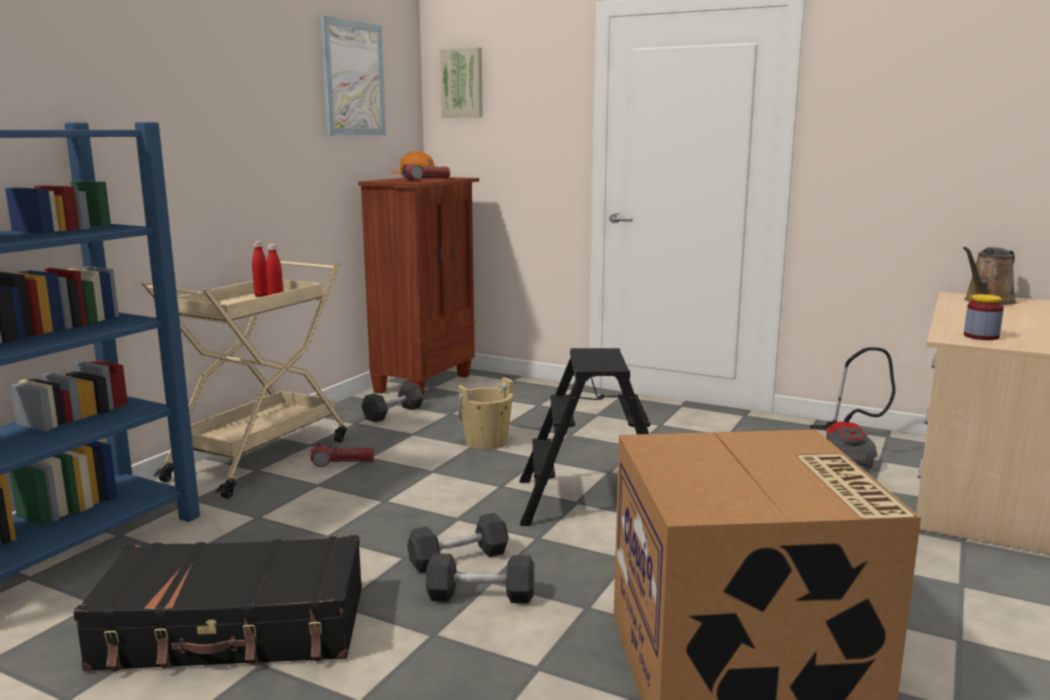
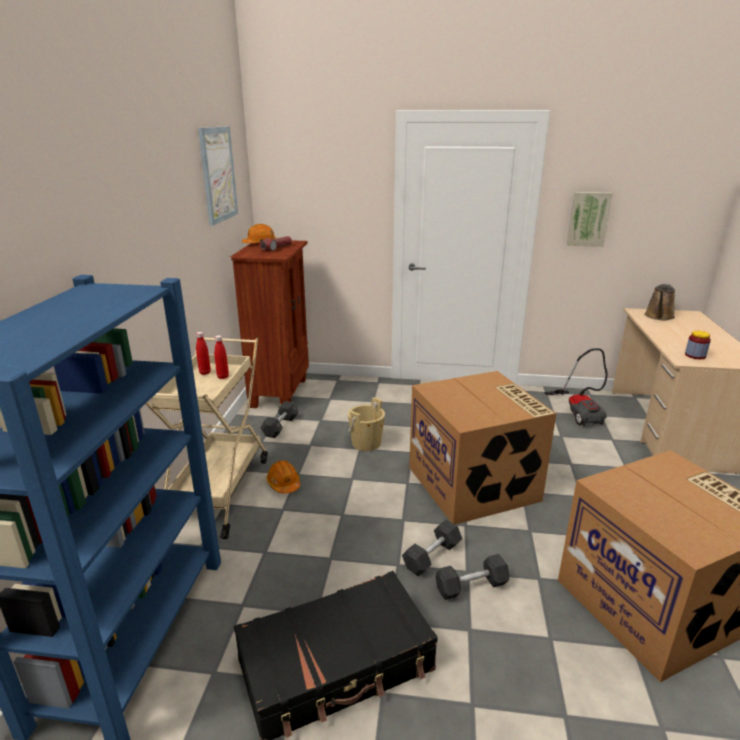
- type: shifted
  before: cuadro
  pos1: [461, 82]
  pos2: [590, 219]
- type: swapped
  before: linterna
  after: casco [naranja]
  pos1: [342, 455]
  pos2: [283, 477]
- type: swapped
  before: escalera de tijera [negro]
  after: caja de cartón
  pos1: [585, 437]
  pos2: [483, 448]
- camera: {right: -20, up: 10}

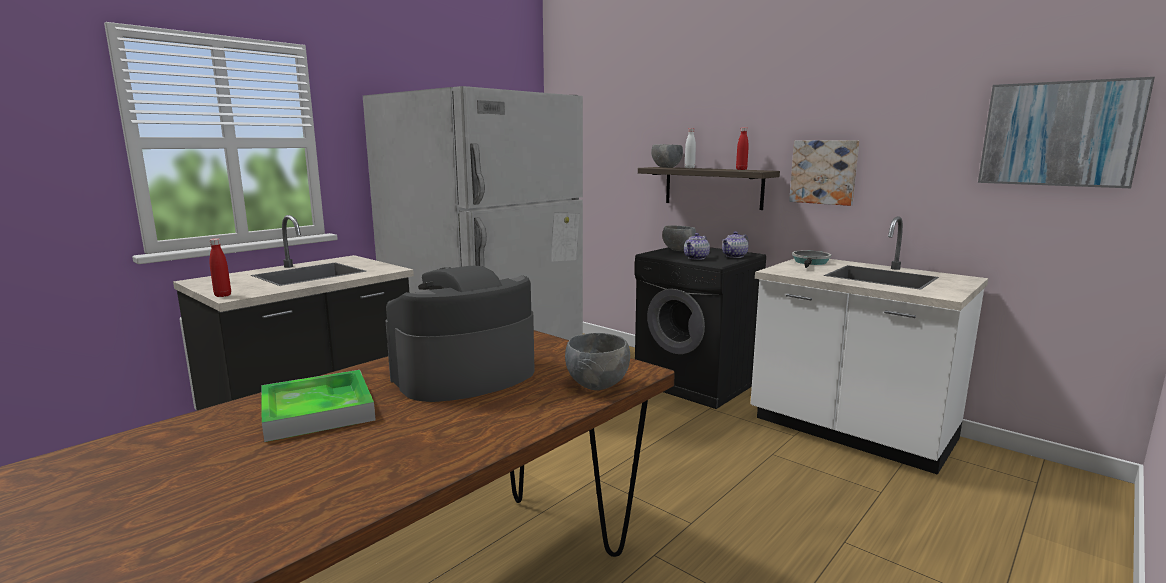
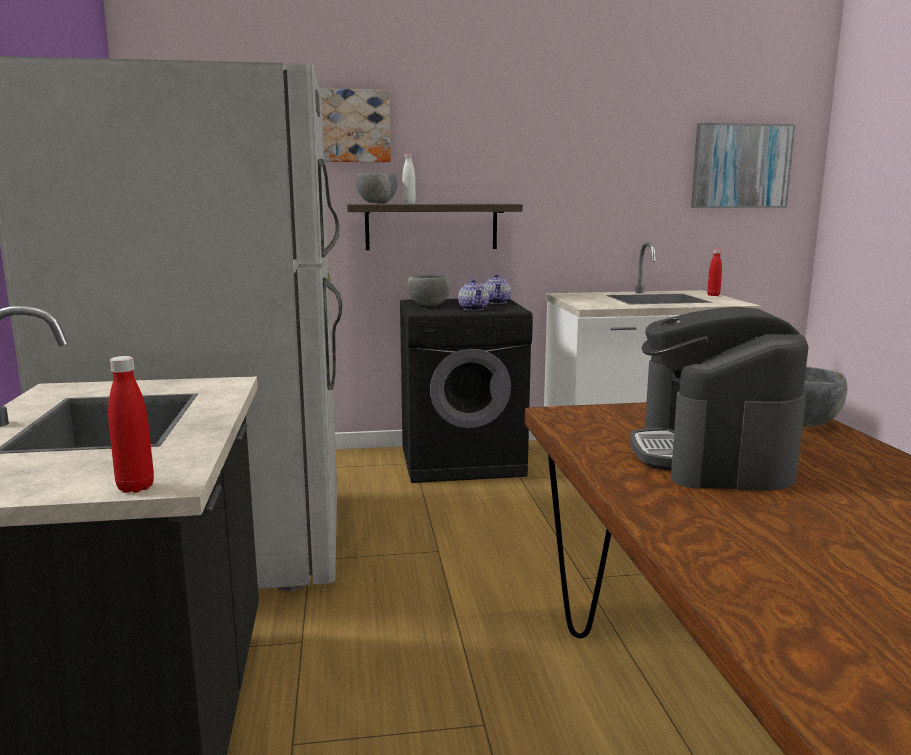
- type: gone
  before: bandeja
  pos1: [318, 406]
- type: gone
  before: sartén
  pos1: [811, 259]
- type: shifted
  before: botella [rojo]
  pos1: [742, 148]
  pos2: [714, 272]
- type: shifted
  before: cuadro
  pos1: [824, 173]
  pos2: [355, 125]
- camera: {right: -50, up: 0}

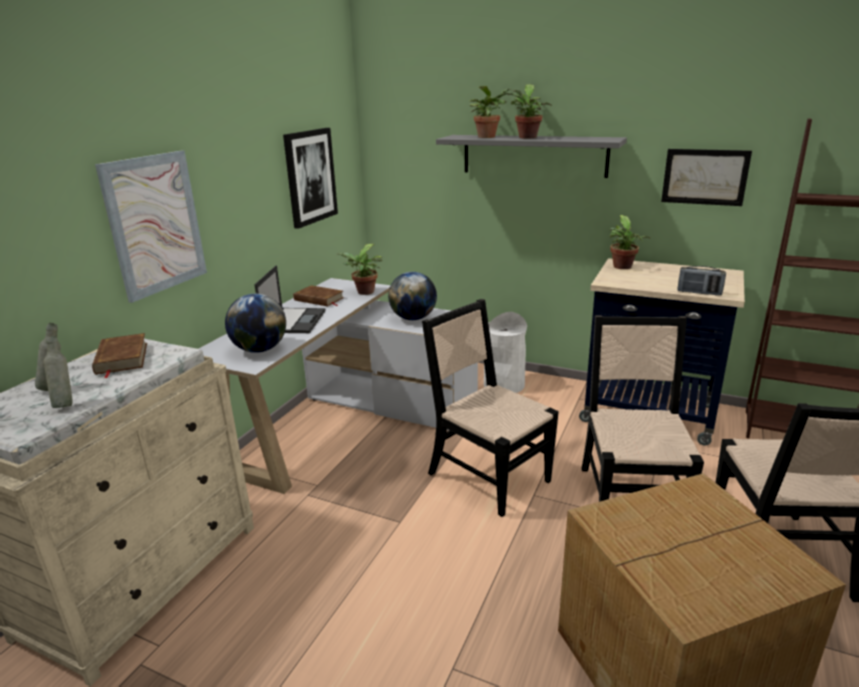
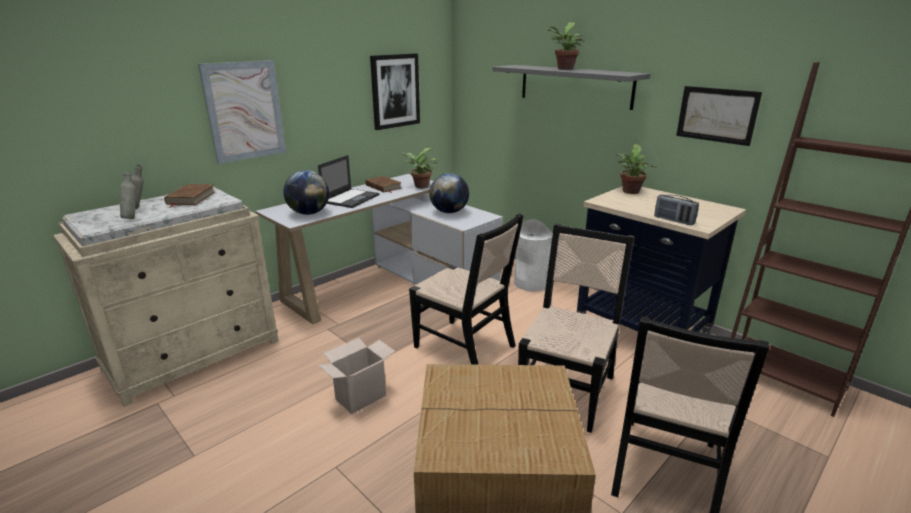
- type: gone
  before: planta en maceta
  pos1: [490, 112]
- type: new
  after: caja de cartón
  pos2: [357, 376]
- type: rotated
  before: silla
  pos1: [490, 408]
  pos2: [466, 289]
  turn: 150
- camera: {right: 20, up: 0}

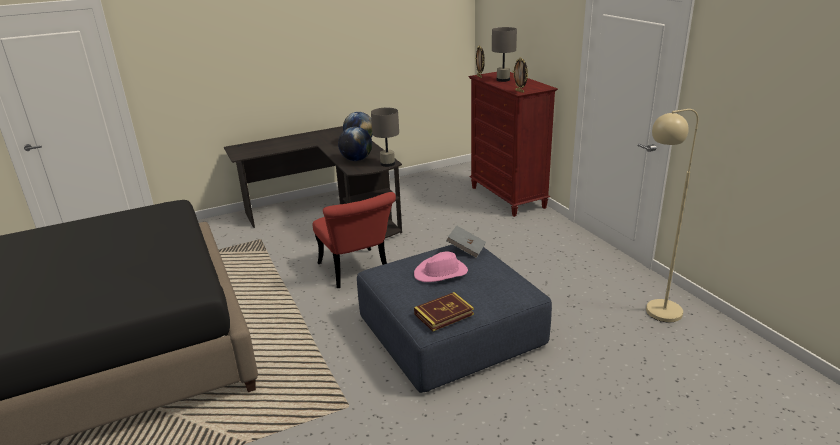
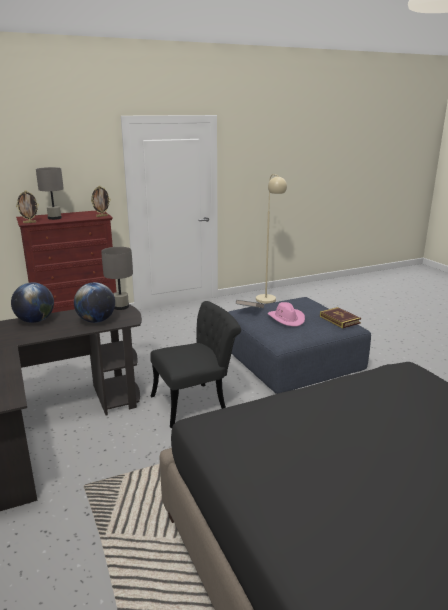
- type: repainted
  before: silla [rojo]
  after: silla [negro]
  pos1: [354, 240]
  pos2: [195, 364]
- camera: {right: -90, up: -5}

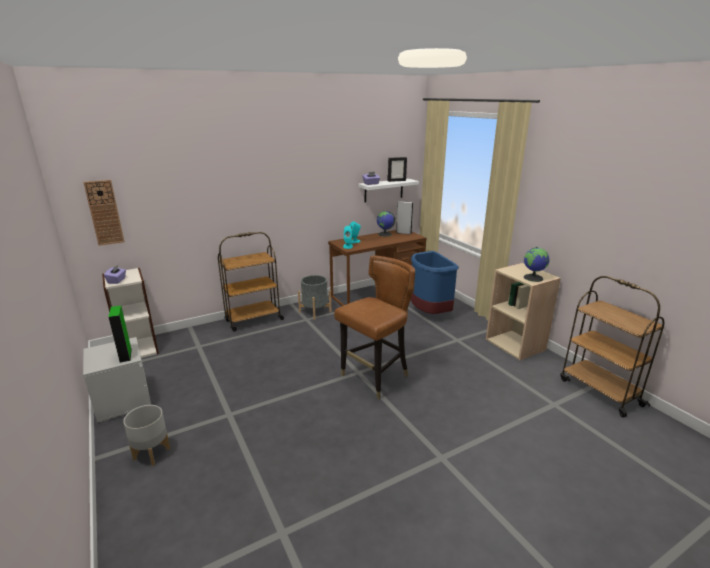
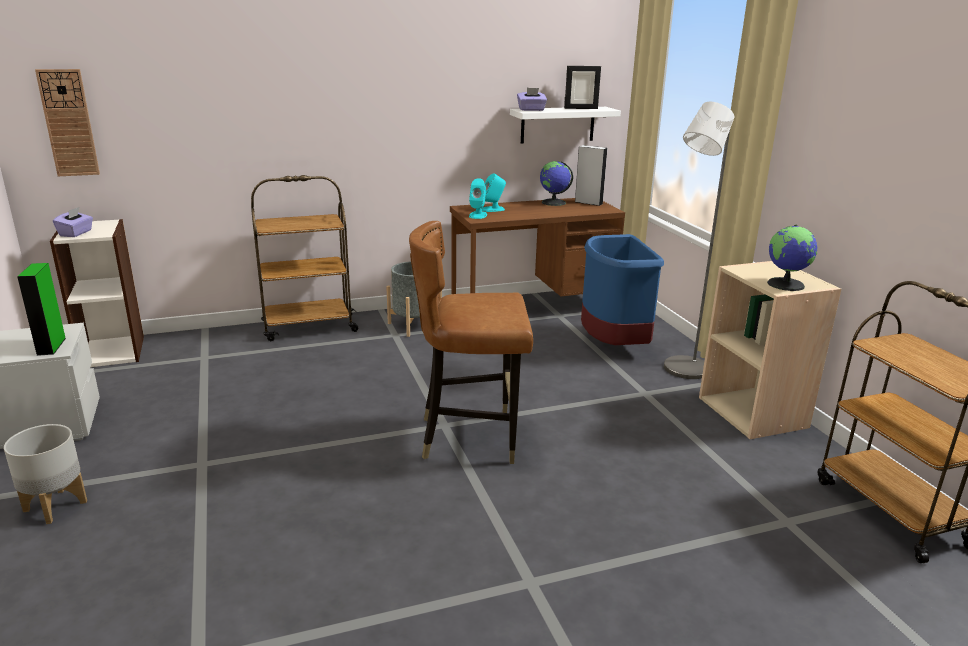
- type: new
  after: lámpara de pie [gris]
  pos2: [699, 240]
- type: rotated
  before: silla [marrón]
  pos1: [374, 327]
  pos2: [471, 342]
  turn: -150
- camera: {right: 10, up: 0}

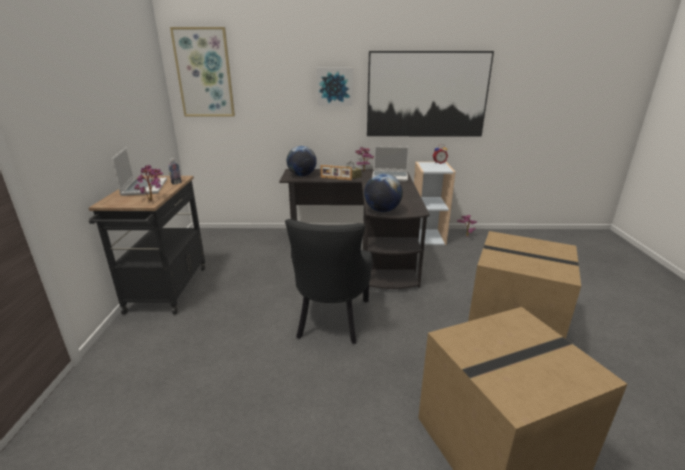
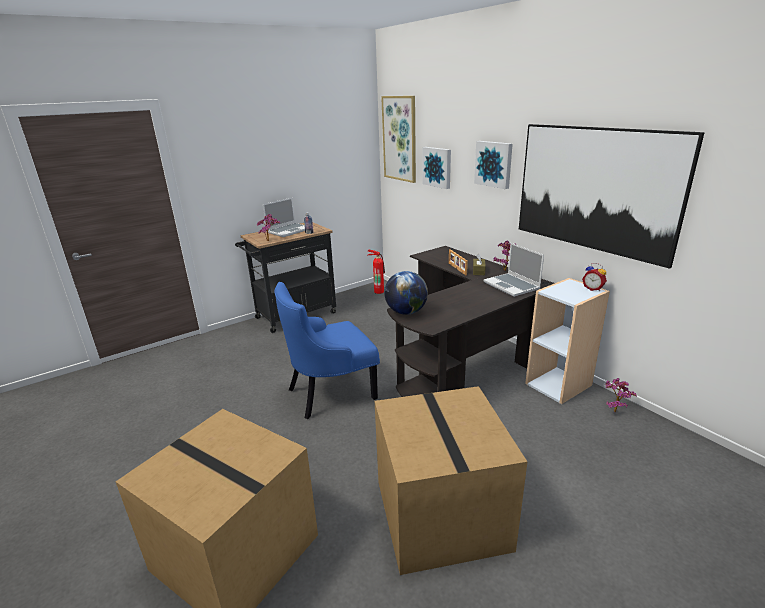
- type: gone
  before: globo terráqueo
  pos1: [301, 161]
- type: new
  after: extintor
  pos2: [376, 272]
- type: new
  after: cuadro
  pos2: [436, 168]
- type: repainted
  before: silla [negro]
  after: silla [azul]
  pos1: [329, 281]
  pos2: [327, 350]
- camera: {right: 55, up: 0}

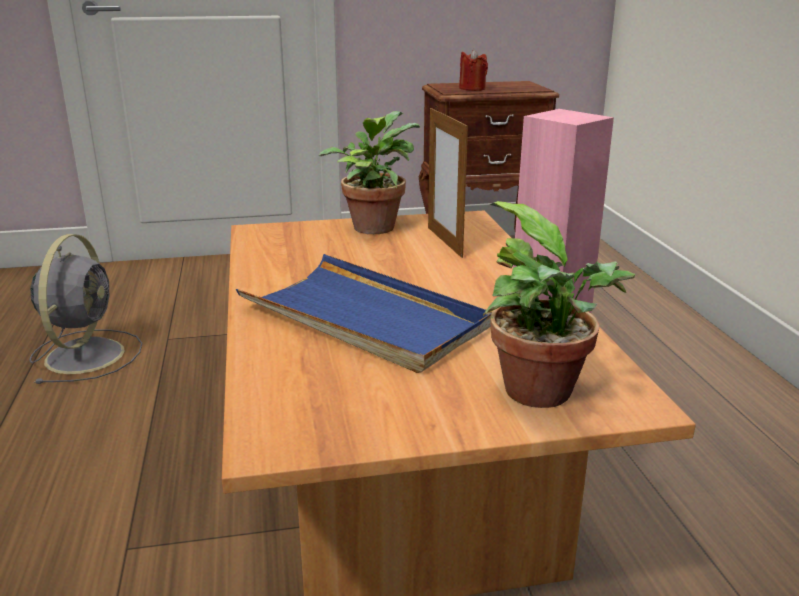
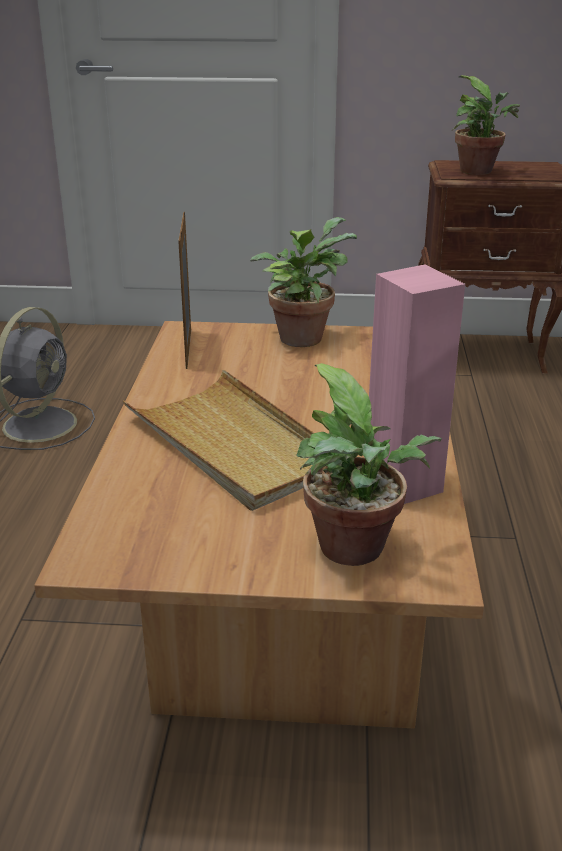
- type: shifted
  before: portarretratos
  pos1: [448, 182]
  pos2: [184, 290]
- type: swapped
  before: vela [rojo]
  after: planta en maceta
  pos1: [473, 70]
  pos2: [486, 125]
- type: repainted
  before: bandeja [azul]
  after: bandeja [beis]
  pos1: [364, 313]
  pos2: [218, 440]
- camera: {right: 15, up: 5}

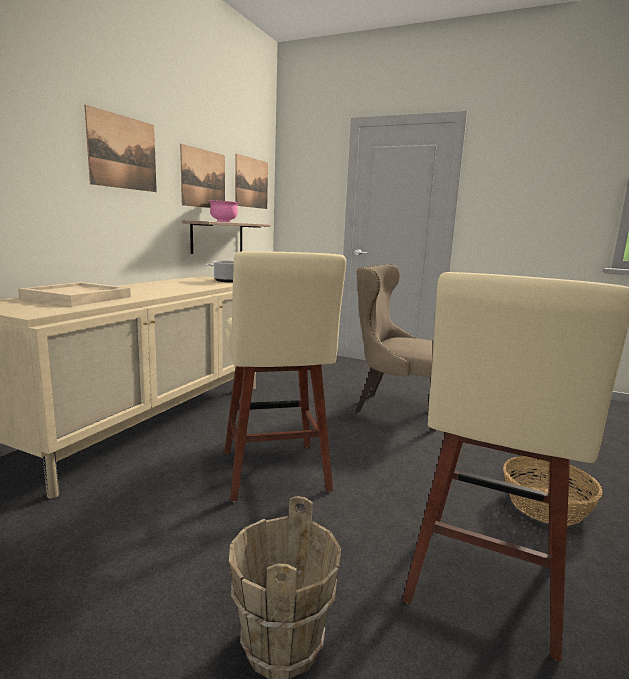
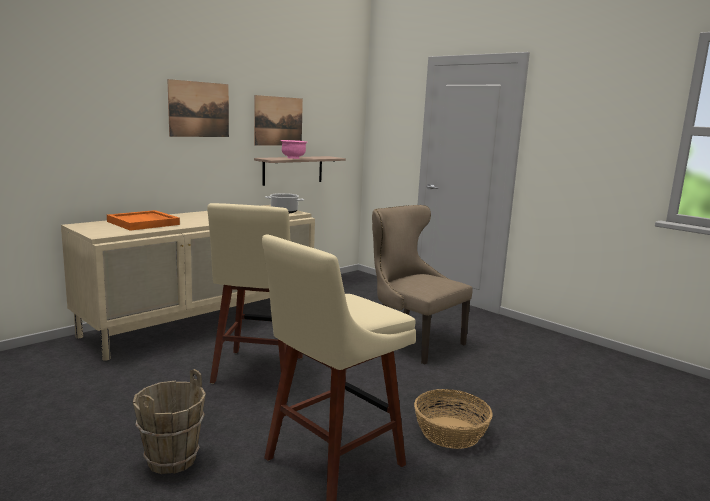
- type: gone
  before: cuadro
  pos1: [251, 181]
- type: repainted
  before: bandeja [beis]
  after: bandeja [naranja]
  pos1: [74, 294]
  pos2: [143, 220]
- camera: {right: 20, up: 0}

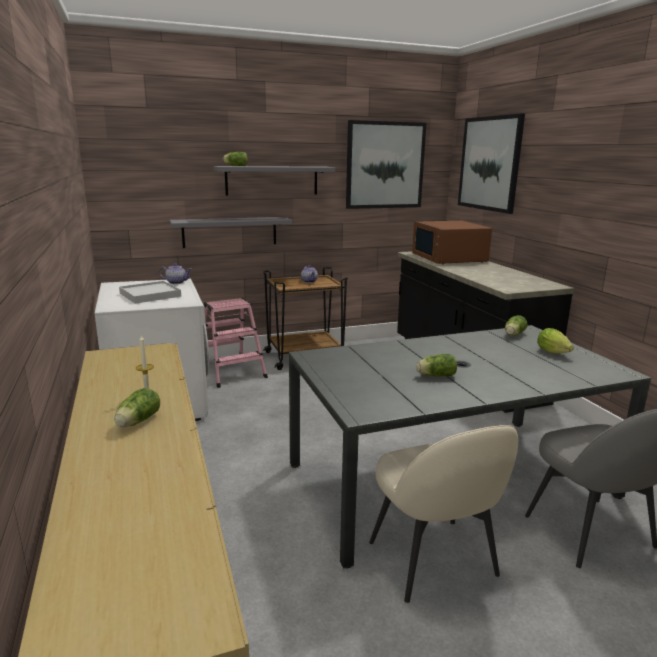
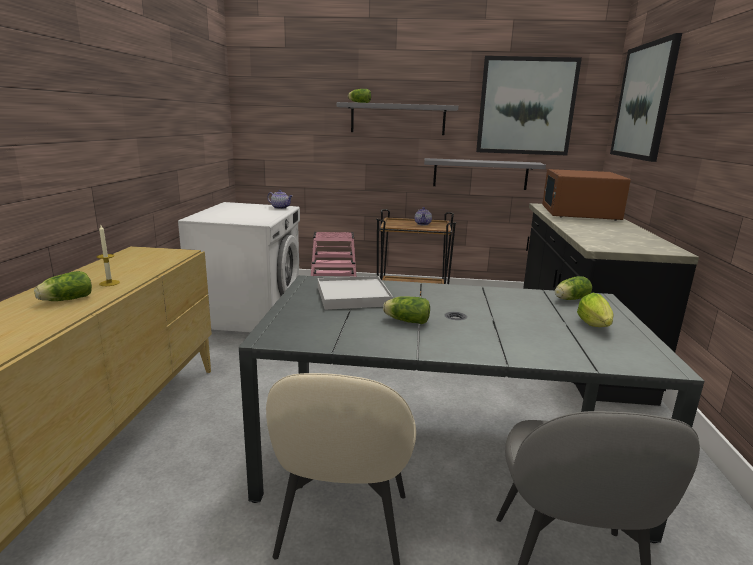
- type: shifted
  before: bandeja [blanco]
  pos1: [150, 292]
  pos2: [355, 293]
- type: shifted
  before: estante [gris]
  pos1: [231, 232]
  pos2: [485, 174]
- camera: {right: 25, up: 0}

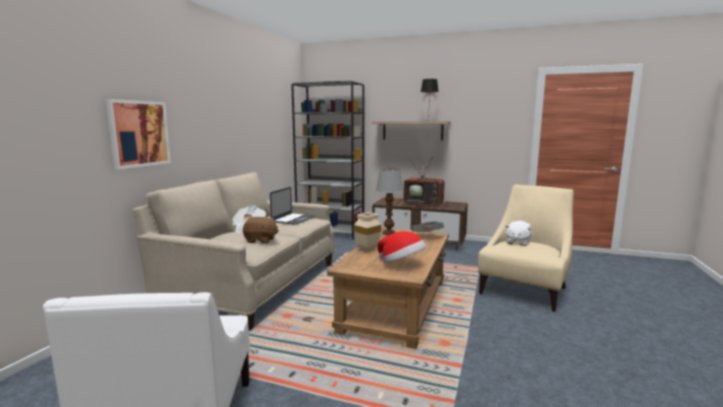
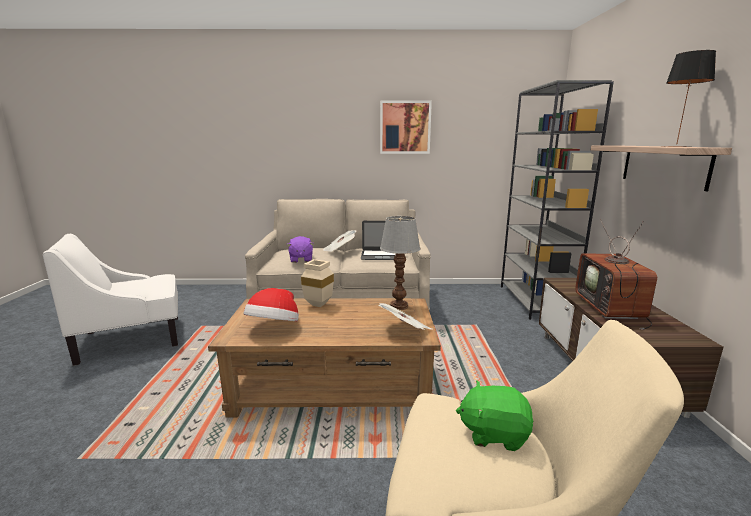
- type: shifted
  before: cuadro
  pos1: [138, 134]
  pos2: [406, 127]
- type: repainted
  before: peluche [marrón]
  after: peluche [morado]
  pos1: [261, 230]
  pos2: [300, 249]
- type: repainted
  before: peluche [blanco]
  after: peluche [verde]
  pos1: [518, 233]
  pos2: [494, 415]
- camera: {right: 70, up: 5}

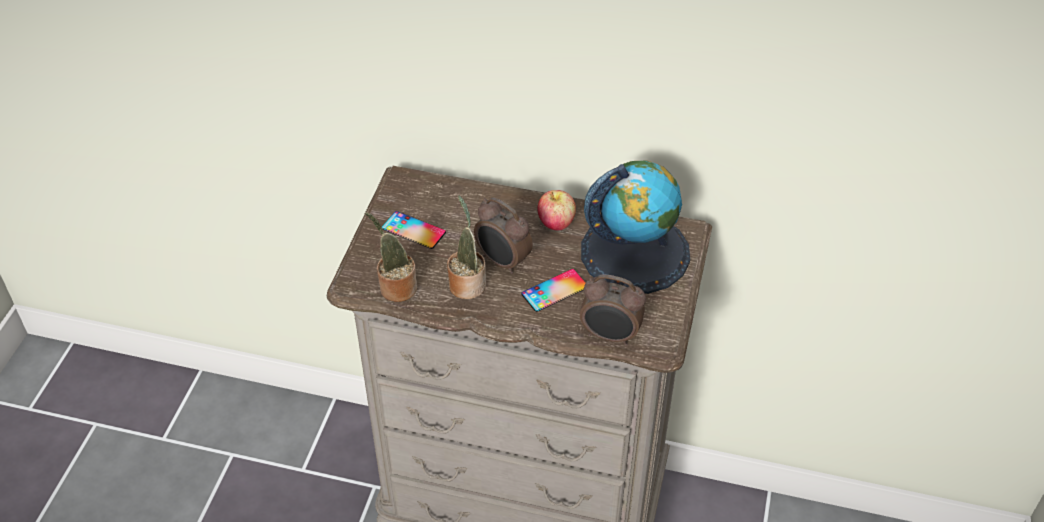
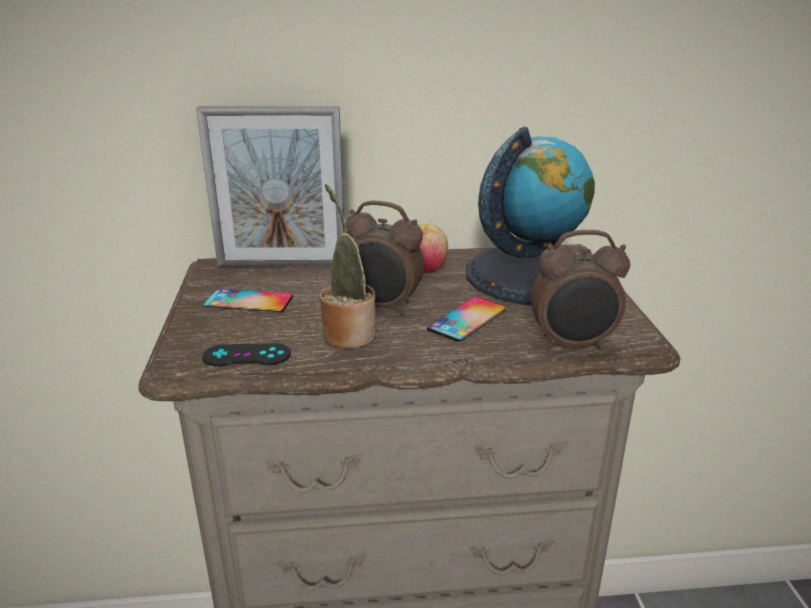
- type: new
  after: portarretratos
  pos2: [270, 186]
- type: swapped
  before: planta en maceta
  after: mando de consola [negro]
  pos1: [391, 257]
  pos2: [246, 355]
- camera: {right: -20, up: -20}

